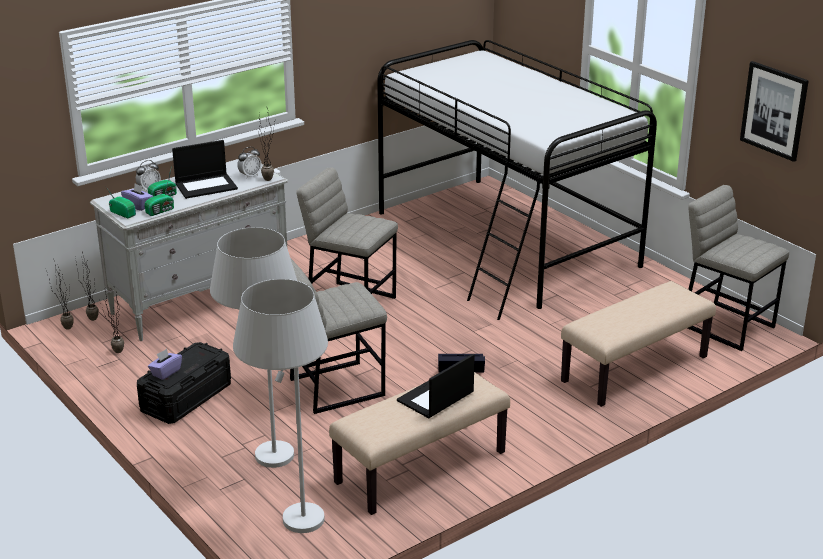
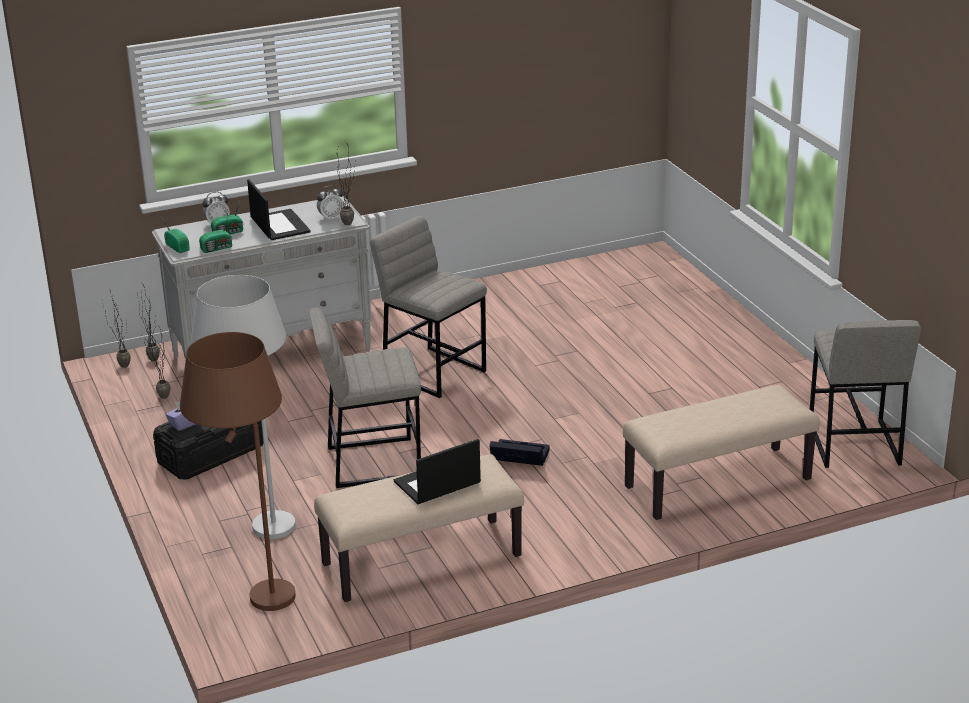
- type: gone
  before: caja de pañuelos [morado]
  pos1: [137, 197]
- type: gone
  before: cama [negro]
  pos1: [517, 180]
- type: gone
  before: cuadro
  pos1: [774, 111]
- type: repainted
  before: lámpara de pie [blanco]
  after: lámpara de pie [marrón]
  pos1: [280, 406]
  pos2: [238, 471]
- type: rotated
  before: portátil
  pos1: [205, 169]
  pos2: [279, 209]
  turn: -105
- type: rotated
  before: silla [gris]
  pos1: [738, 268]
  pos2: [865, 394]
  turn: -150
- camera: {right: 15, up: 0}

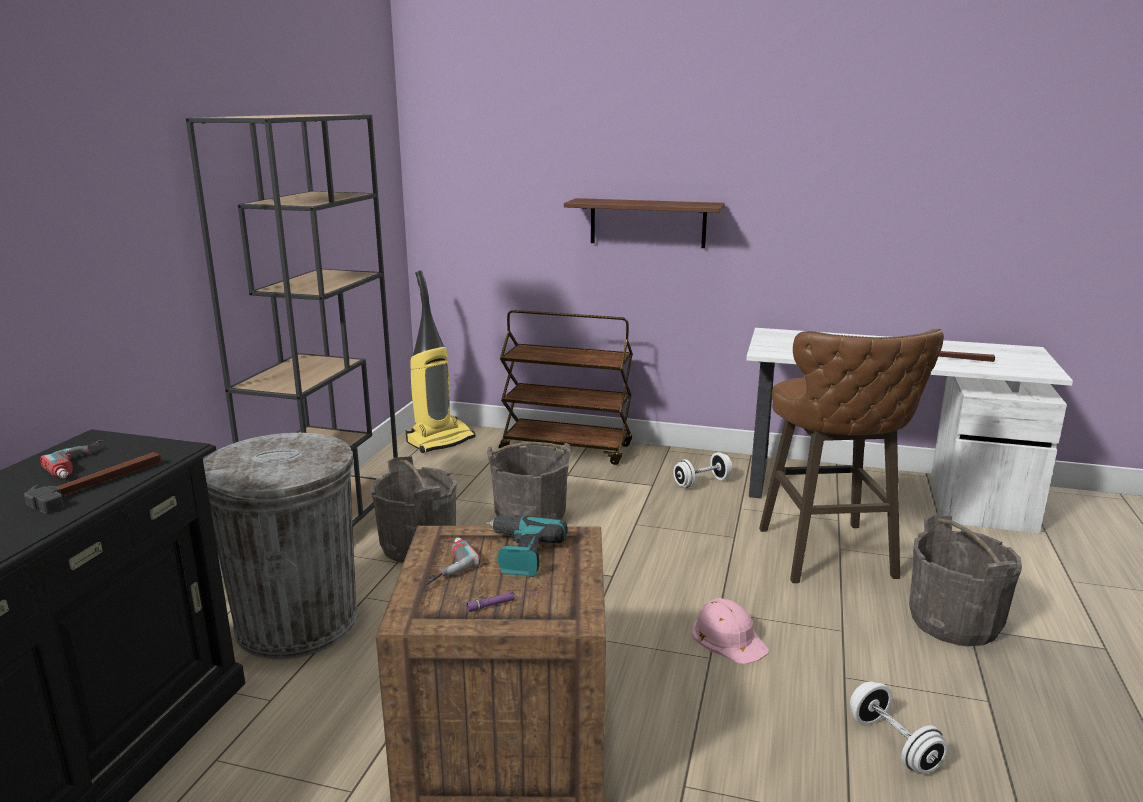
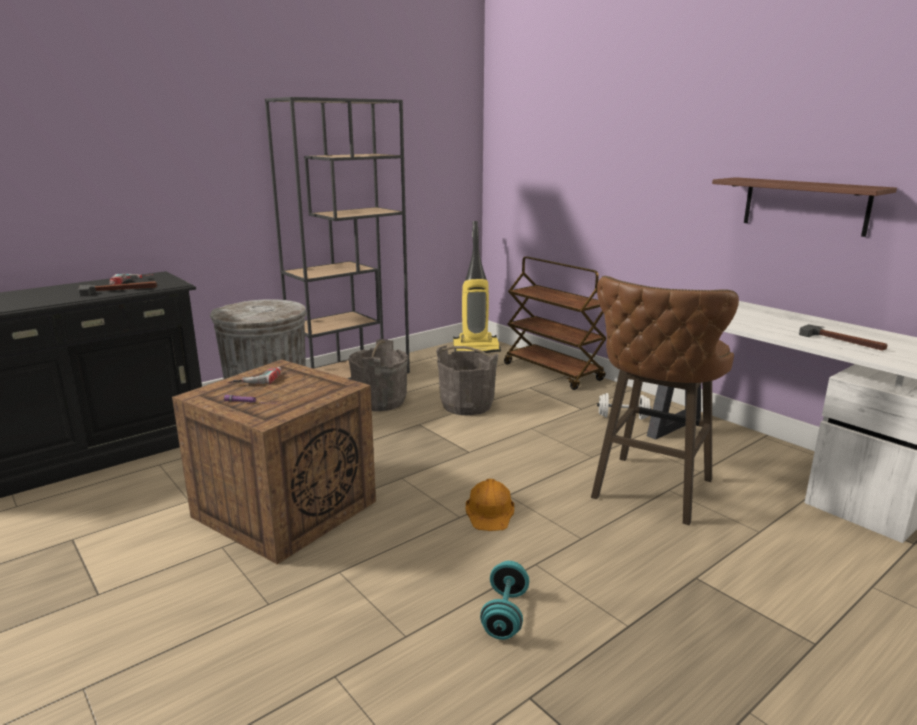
- type: gone
  before: taladro
  pos1: [526, 546]
- type: gone
  before: cubo [gris]
  pos1: [965, 580]
- type: shifted
  before: estante
  pos1: [644, 223]
  pos2: [804, 207]
- type: repainted
  before: casco [rosa]
  after: casco [naranja]
  pos1: [730, 631]
  pos2: [490, 505]
- type: repainted
  before: mancuerna [blanco]
  after: mancuerna [turquesa]
  pos1: [899, 727]
  pos2: [504, 600]
- camera: {right: 35, up: 0}

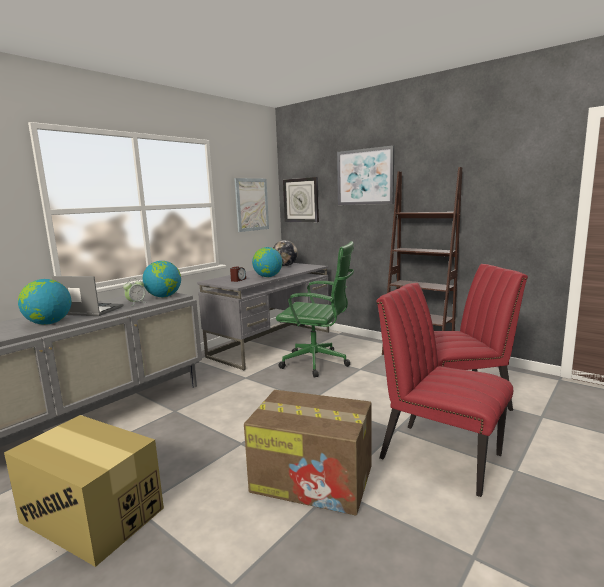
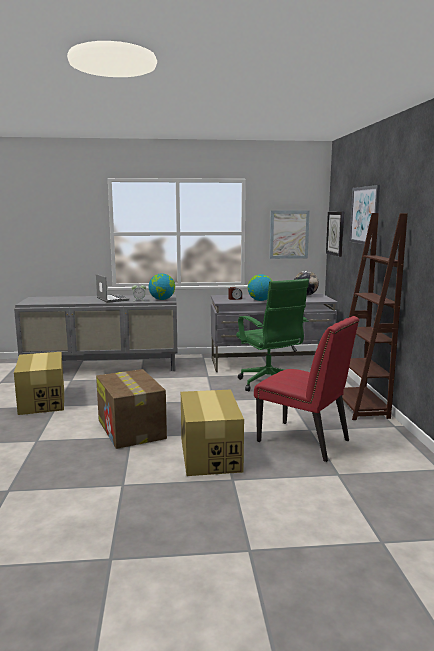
- type: gone
  before: globo terráqueo
  pos1: [44, 302]
- type: swapped
  before: silla [rojo]
  after: caja de cartón
  pos1: [445, 390]
  pos2: [212, 433]
- camera: {right: 45, up: 0}

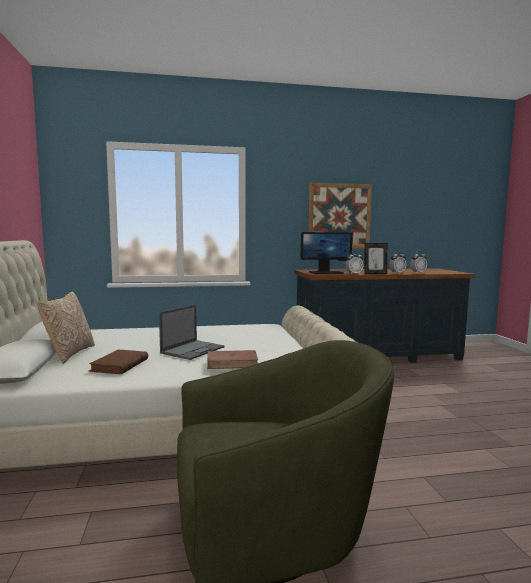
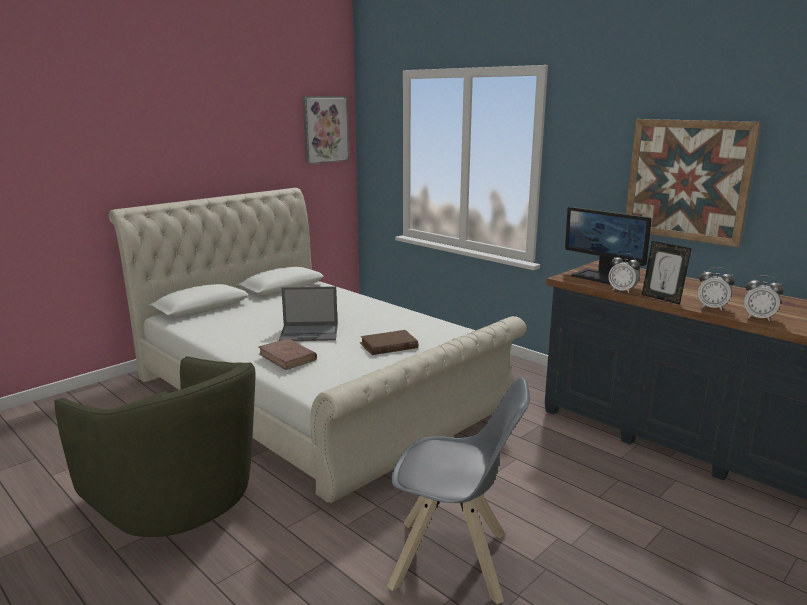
- type: gone
  before: cojín
  pos1: [66, 328]
- type: new
  after: cuadro
  pos2: [326, 130]
- type: new
  after: silla [gris]
  pos2: [458, 490]
- type: shifted
  before: libro [marrón]
  pos1: [118, 362]
  pos2: [389, 342]
- camera: {right: 55, up: 10}

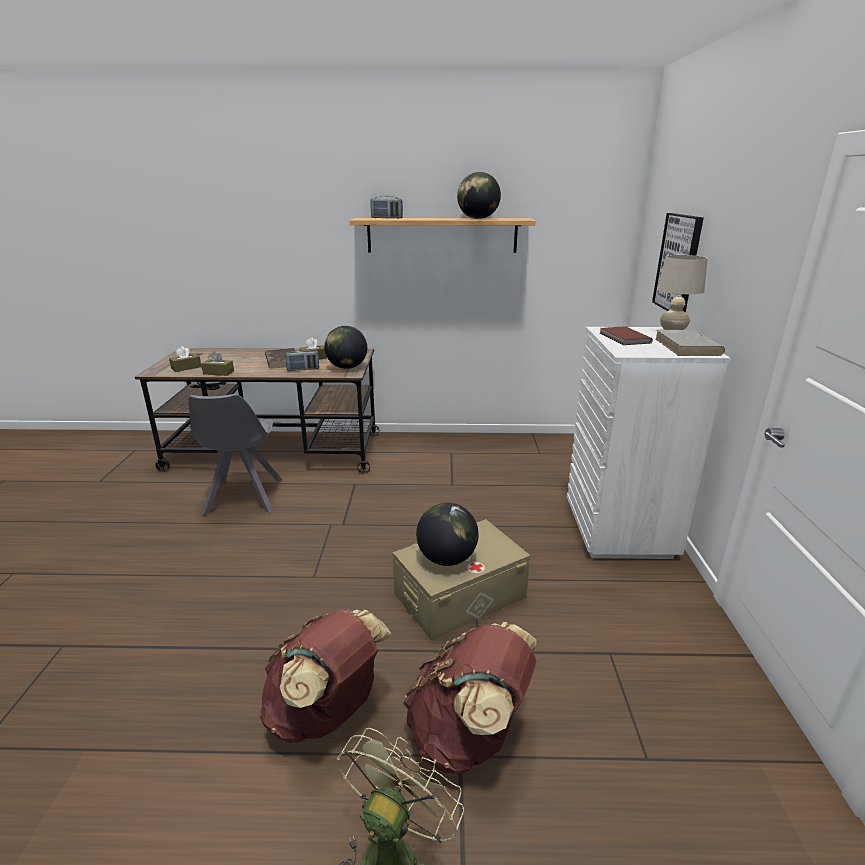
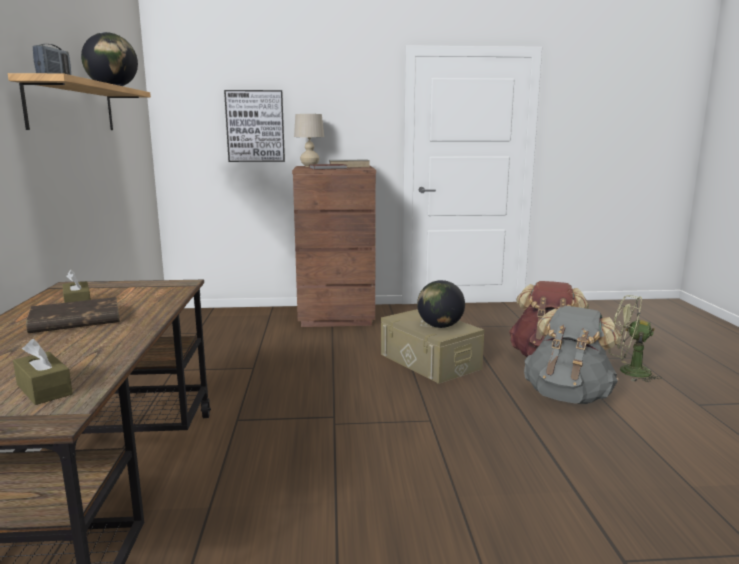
- type: gone
  before: silla [gris]
  pos1: [235, 455]
- type: gone
  before: caja de pañuelos [marrón]
  pos1: [217, 363]
- type: gone
  before: radio
  pos1: [302, 360]
- type: gone
  before: globo terráqueo
  pos1: [345, 347]
- type: repainted
  before: mochila [marrón]
  after: mochila [gris]
  pos1: [326, 676]
  pos2: [573, 355]
- type: repainted
  before: cómoda [blanco]
  after: cómoda [marrón]
  pos1: [649, 443]
  pos2: [334, 246]
- camera: {right: -95, up: -10}

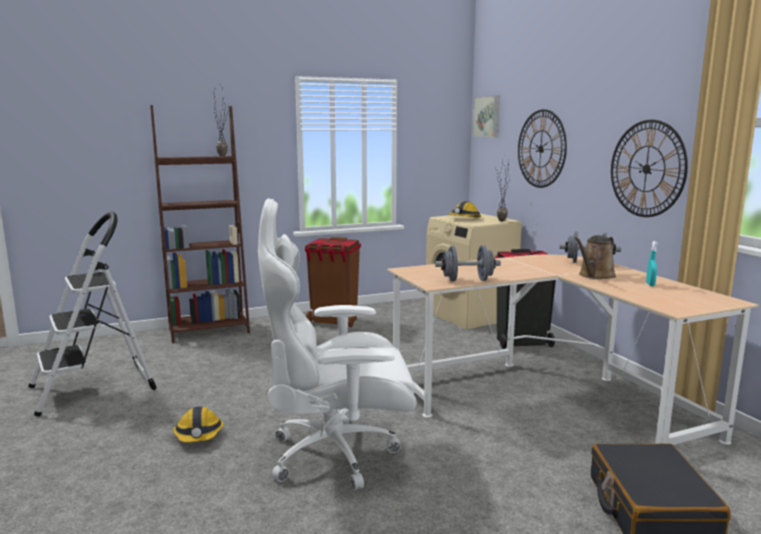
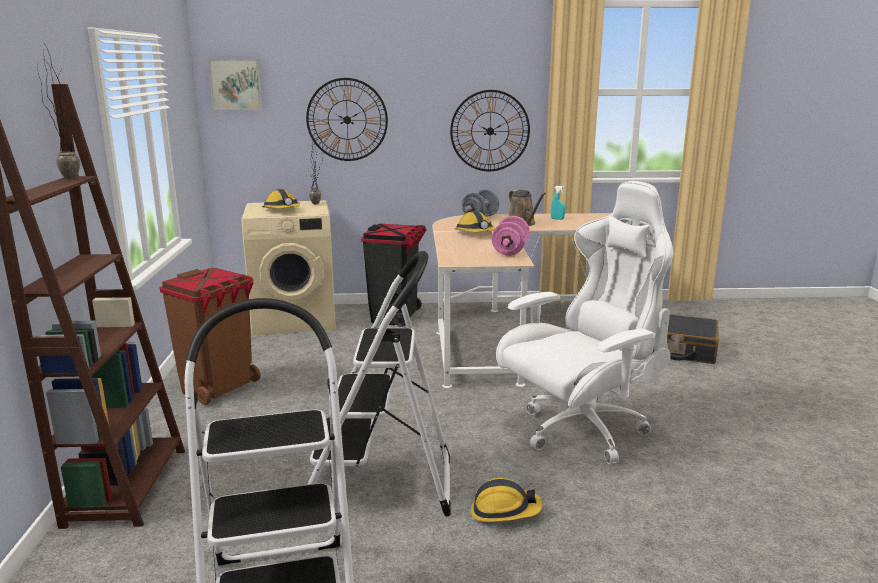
- type: new
  after: escalera de tijera
  pos2: [379, 383]
- type: new
  after: casco
  pos2: [474, 221]
- type: repainted
  before: mancuerna [gris]
  after: mancuerna [rosa]
  pos1: [468, 263]
  pos2: [511, 236]
- type: rotated
  before: silla de oficina [blanco]
  pos1: [337, 344]
  pos2: [584, 322]
  turn: -135
- camera: {right: -70, up: 5}

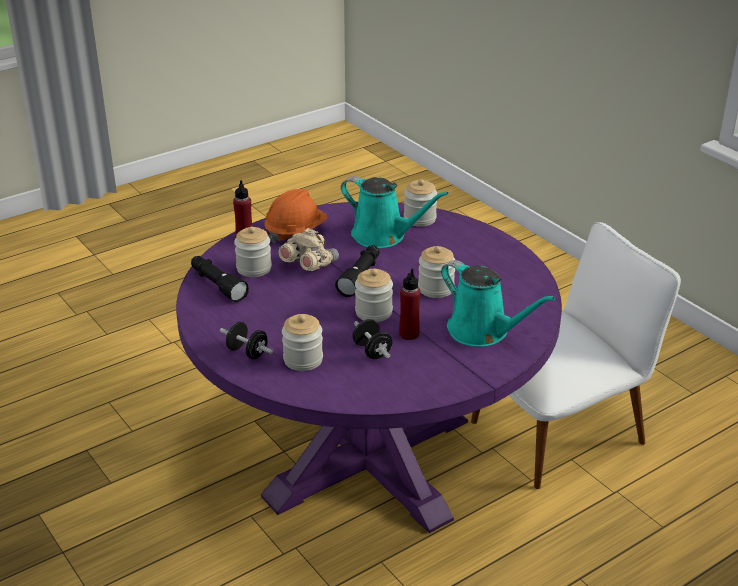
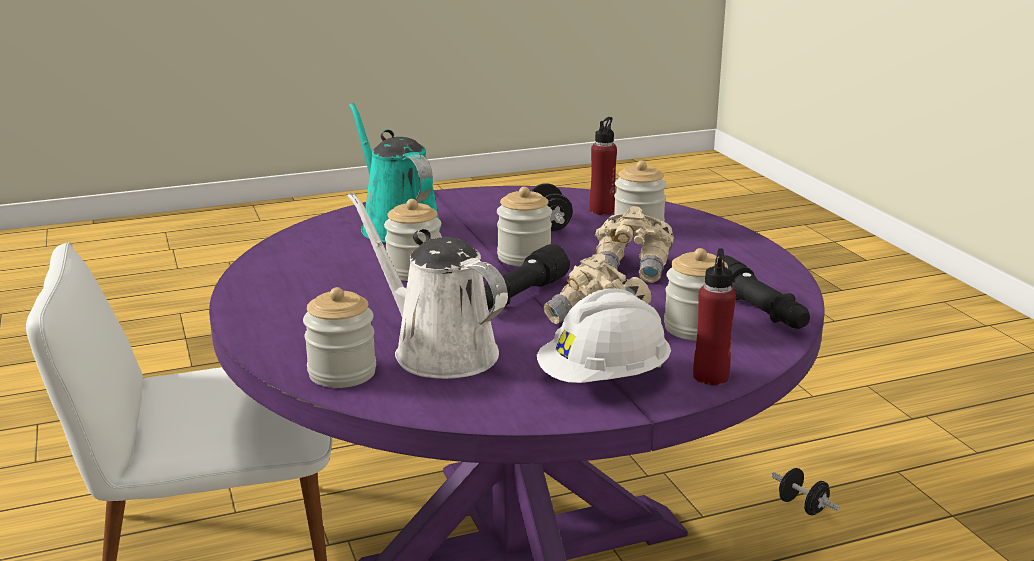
- type: new
  after: prismáticos [beis]
  pos2: [634, 244]
- type: shifted
  before: mancuerna [negro]
  pos1: [247, 340]
  pos2: [805, 491]
- type: shifted
  before: botella [rojo]
  pos1: [410, 304]
  pos2: [603, 166]
- type: repainted
  before: casco [naranja]
  after: casco [blanco]
  pos1: [296, 216]
  pos2: [604, 335]
- type: repainted
  before: regadera [turquesa]
  after: regadera [blanco]
  pos1: [395, 212]
  pos2: [427, 285]
- camera: {right: -165, up: -10}

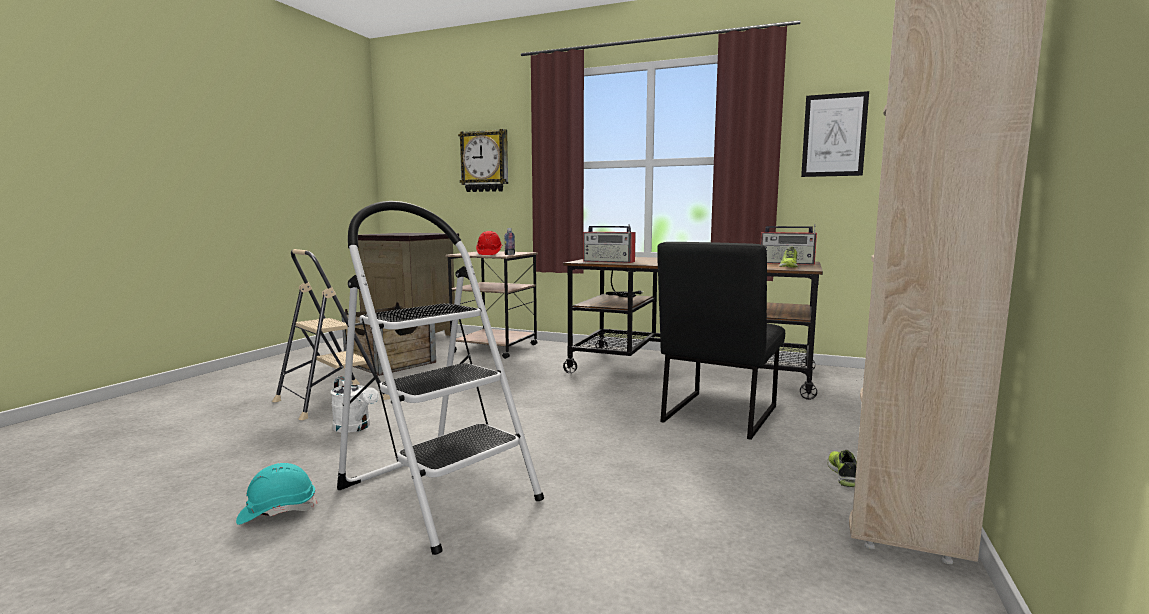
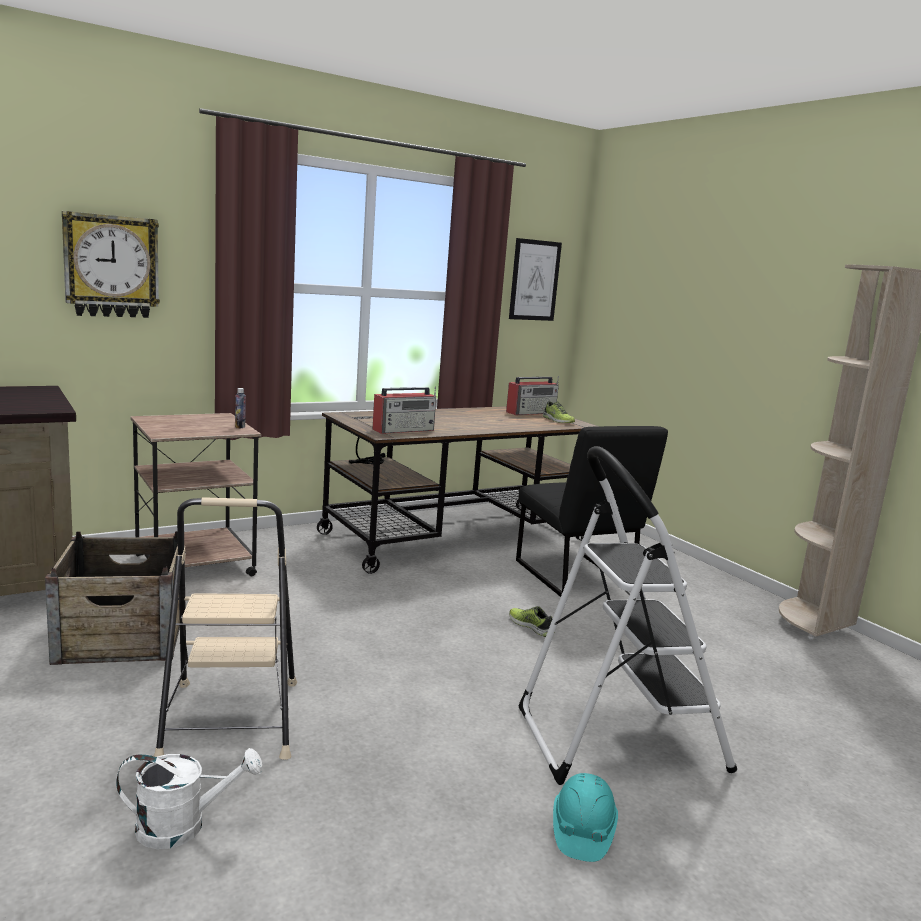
- type: gone
  before: casco [rojo]
  pos1: [489, 243]
- type: shifted
  before: regadera [blanco]
  pos1: [354, 404]
  pos2: [189, 798]
- type: shifted
  before: zapato
  pos1: [842, 468]
  pos2: [530, 621]
- camera: {right: -55, up: 5}

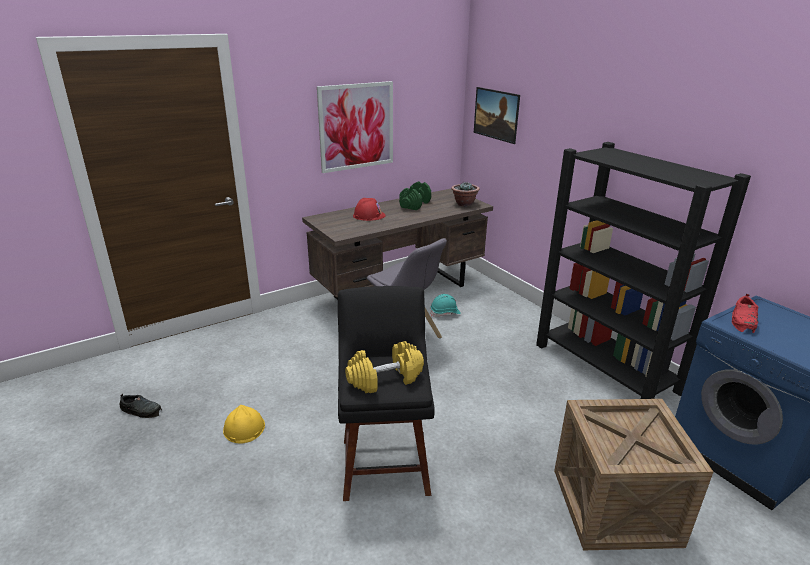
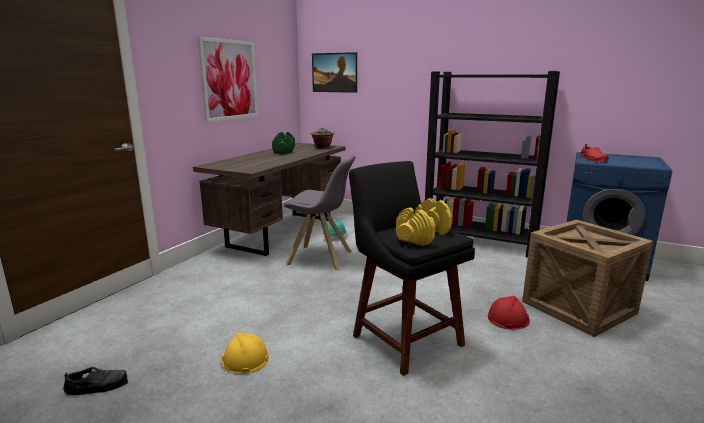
- type: shifted
  before: casco [rojo]
  pos1: [369, 209]
  pos2: [509, 313]
- camera: {right: -30, up: -10}

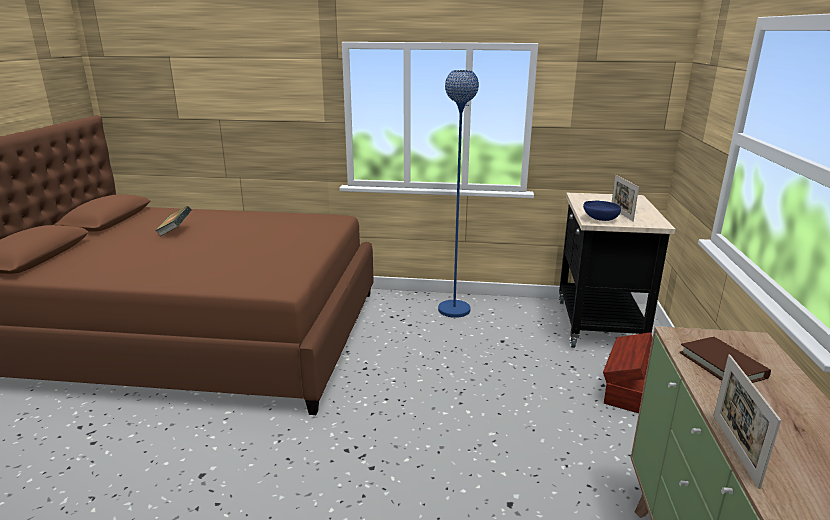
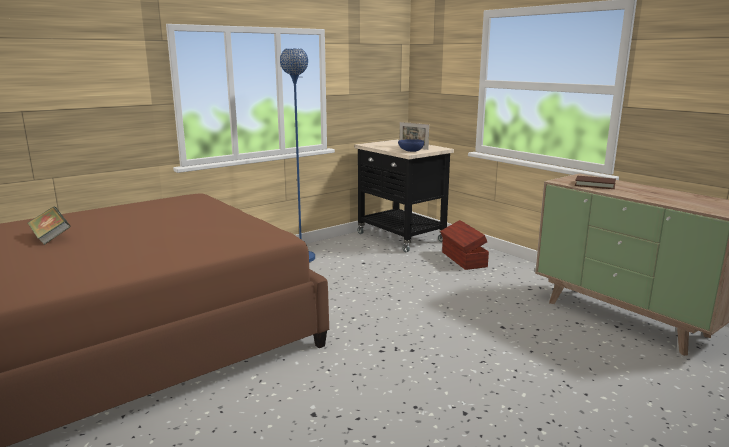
- type: gone
  before: portarretratos
  pos1: [747, 422]
- camera: {right: -45, up: -5}

